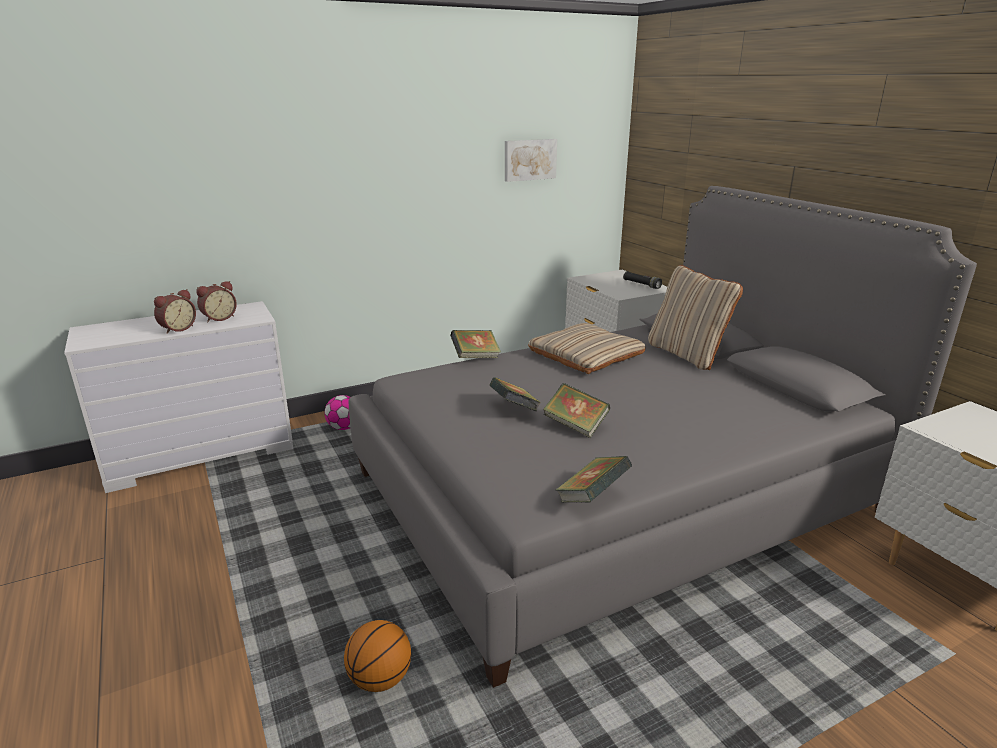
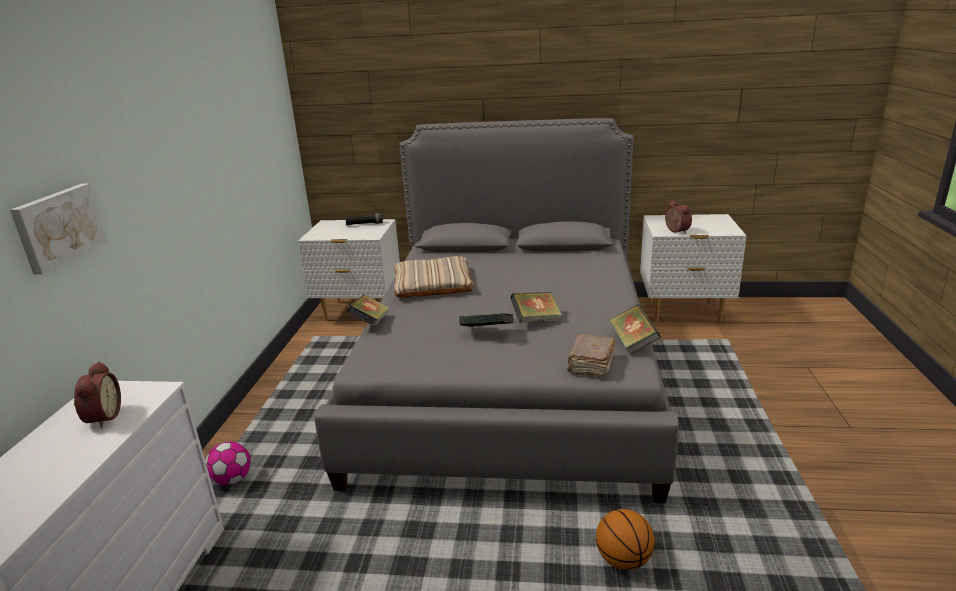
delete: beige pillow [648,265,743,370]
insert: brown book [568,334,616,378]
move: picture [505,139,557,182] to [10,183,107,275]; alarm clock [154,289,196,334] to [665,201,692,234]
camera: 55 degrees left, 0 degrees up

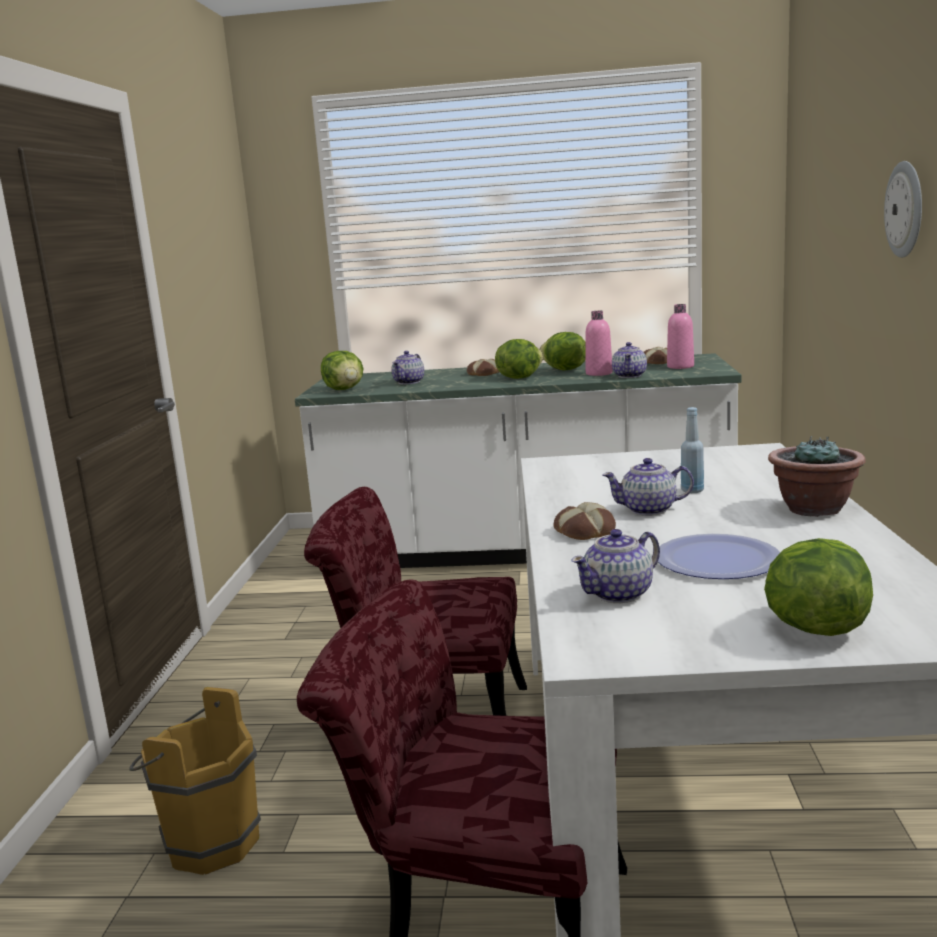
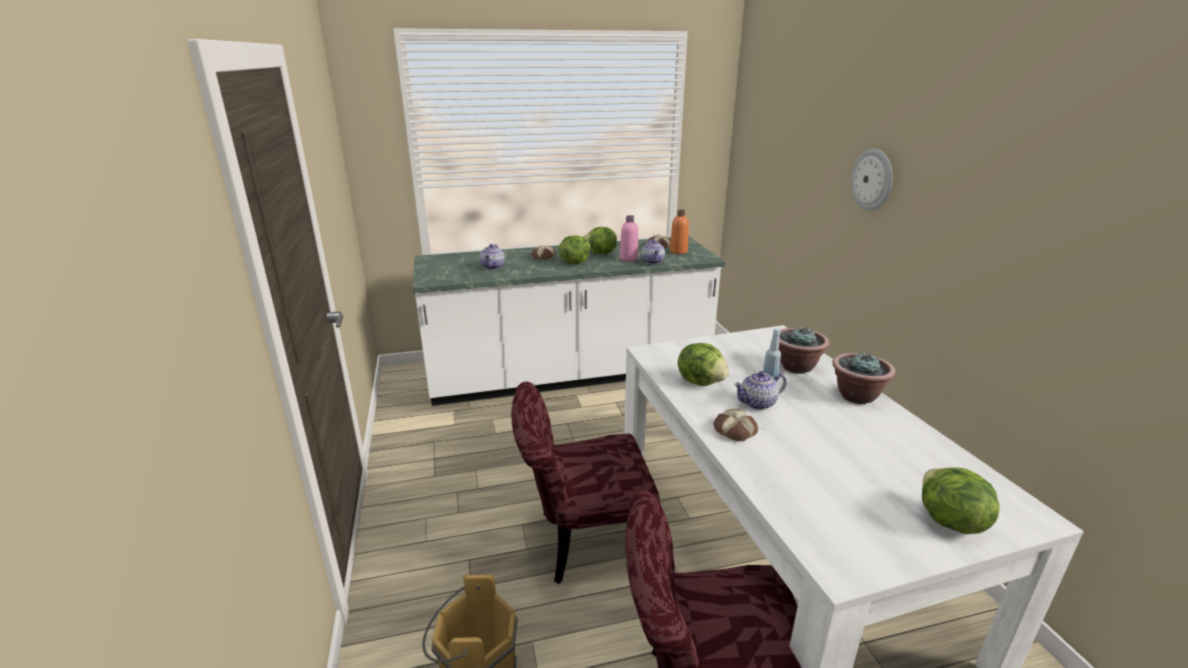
delete: teapot [571,529,660,603]; plate [658,534,780,579]
insert: potted plant [778,326,830,374]
move: lettuce [321,351,363,390] to [678,343,729,386]
recolor: pink bottle [667,304,694,369] to orange bottle [670,210,689,254]
camera: 20 degrees left, 10 degrees up

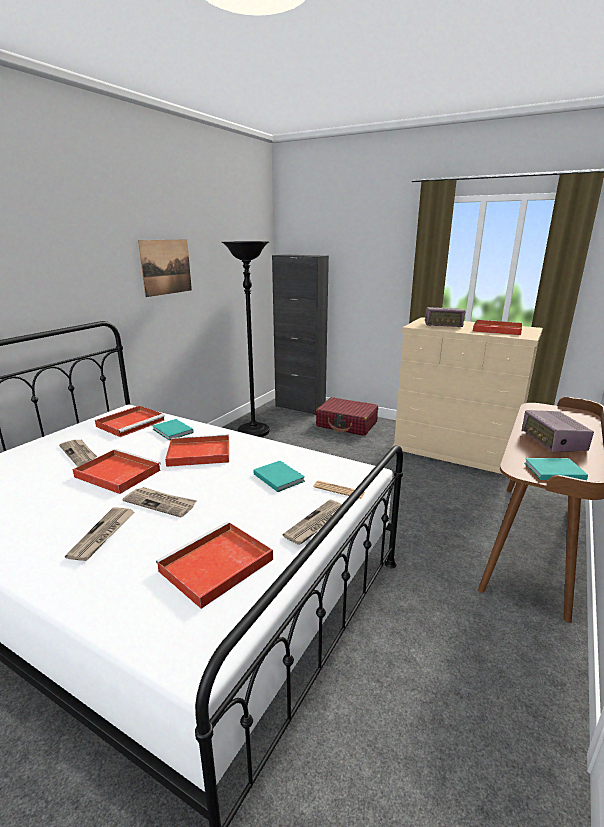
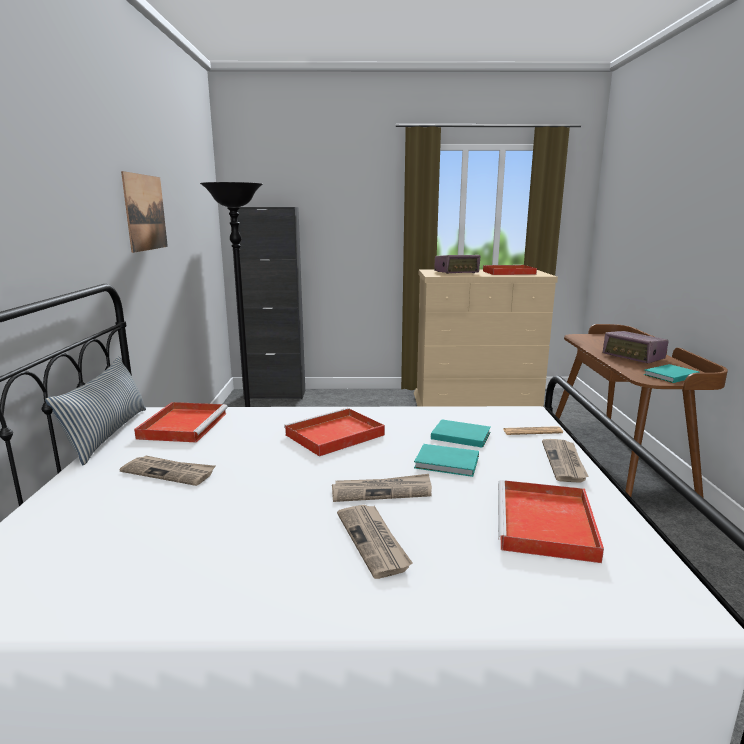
delete: red tray [73,449,161,494]; red suitcase [316,397,378,436]
insert: pillow [45,356,146,465]
move: turquoise book [152,419,194,440] to [414,444,479,477]
camera: 30 degrees left, 5 degrees down

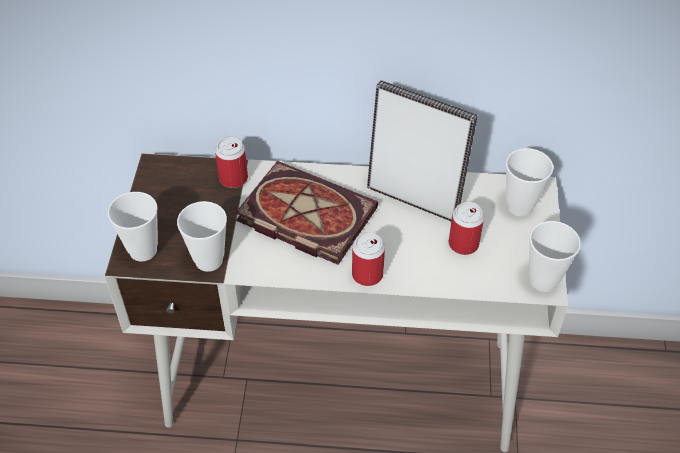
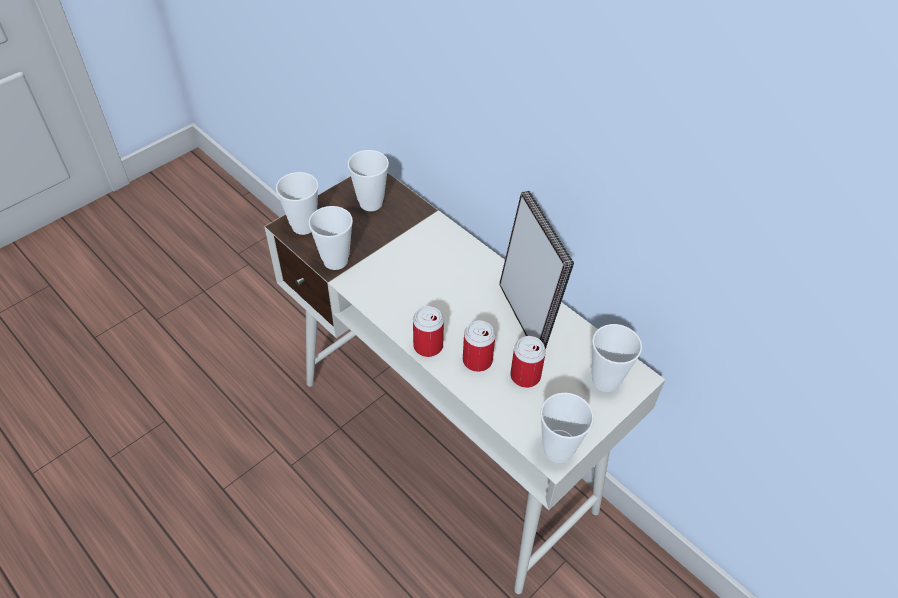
delete: book [235,161,378,265]
insert: cup [348,150,389,211]
move: can [215,137,248,188] to [463,320,496,372]
camera: 40 degrees right, 0 degrees up

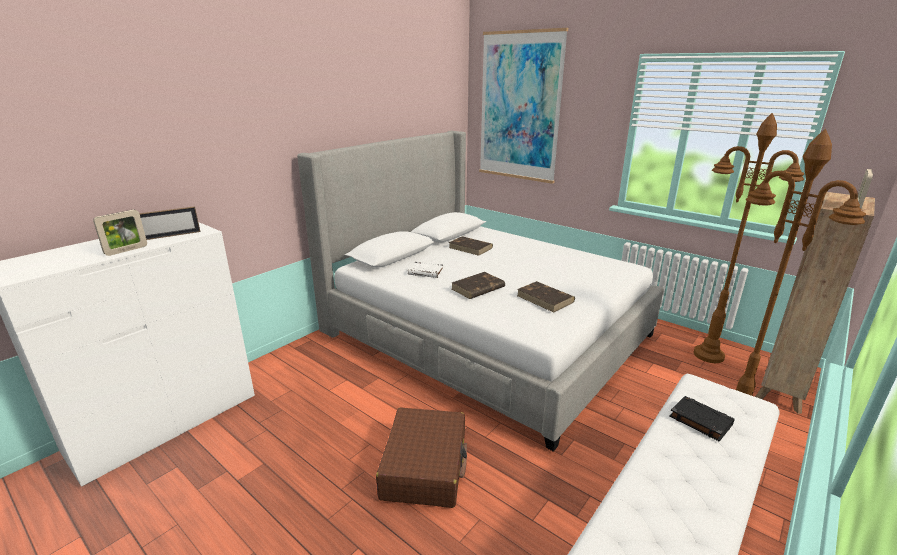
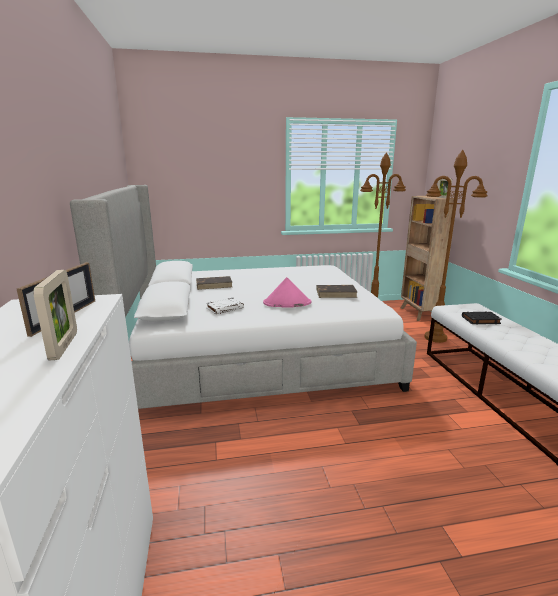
delete: brown suitcase [376,407,467,508]; picture [479,28,568,184]
replace: brown book [452,272,505,299] to pink hat [263,277,312,308]
camera: 50 degrees left, 5 degrees down

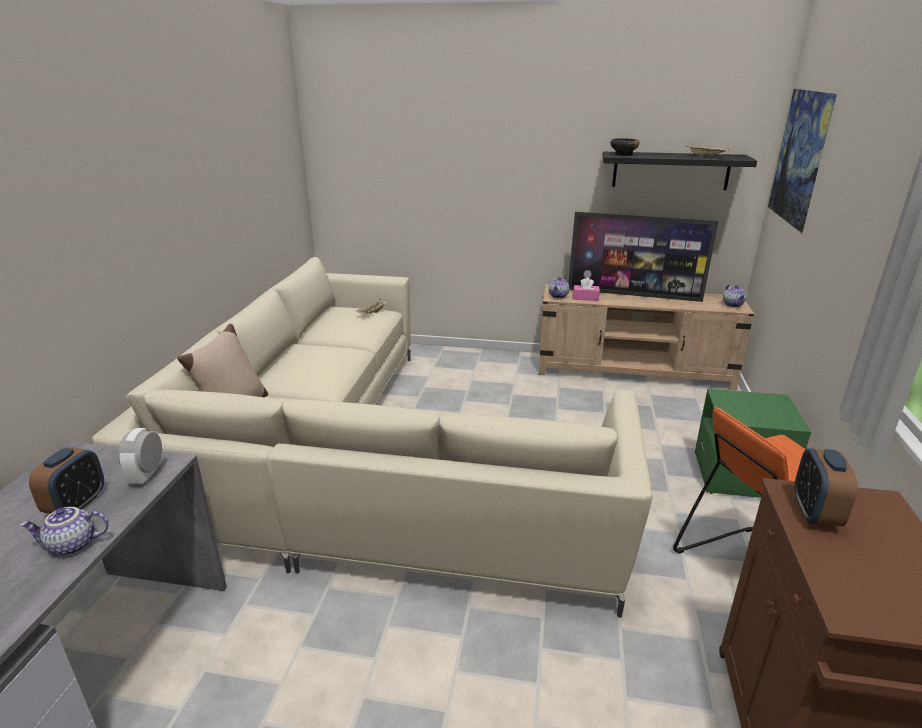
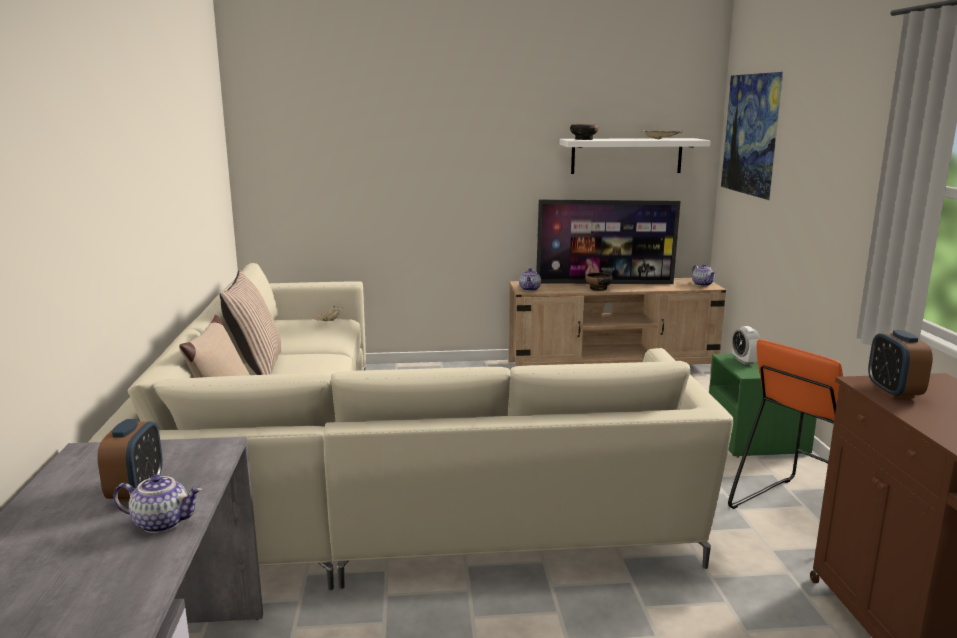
delete: pink tissue box [573,277,600,301]
insert: pillow [220,270,281,375]; bowl [585,272,613,291]
move: alarm clock [118,428,163,484] to [732,326,760,365]
recolor: black shelf [602,152,757,190] to white shelf [559,138,710,174]
rotate: teapot [20,507,109,556] = [113,474,203,533] 150 degrees counterclockwise
camera: 15 degrees left, 10 degrees down

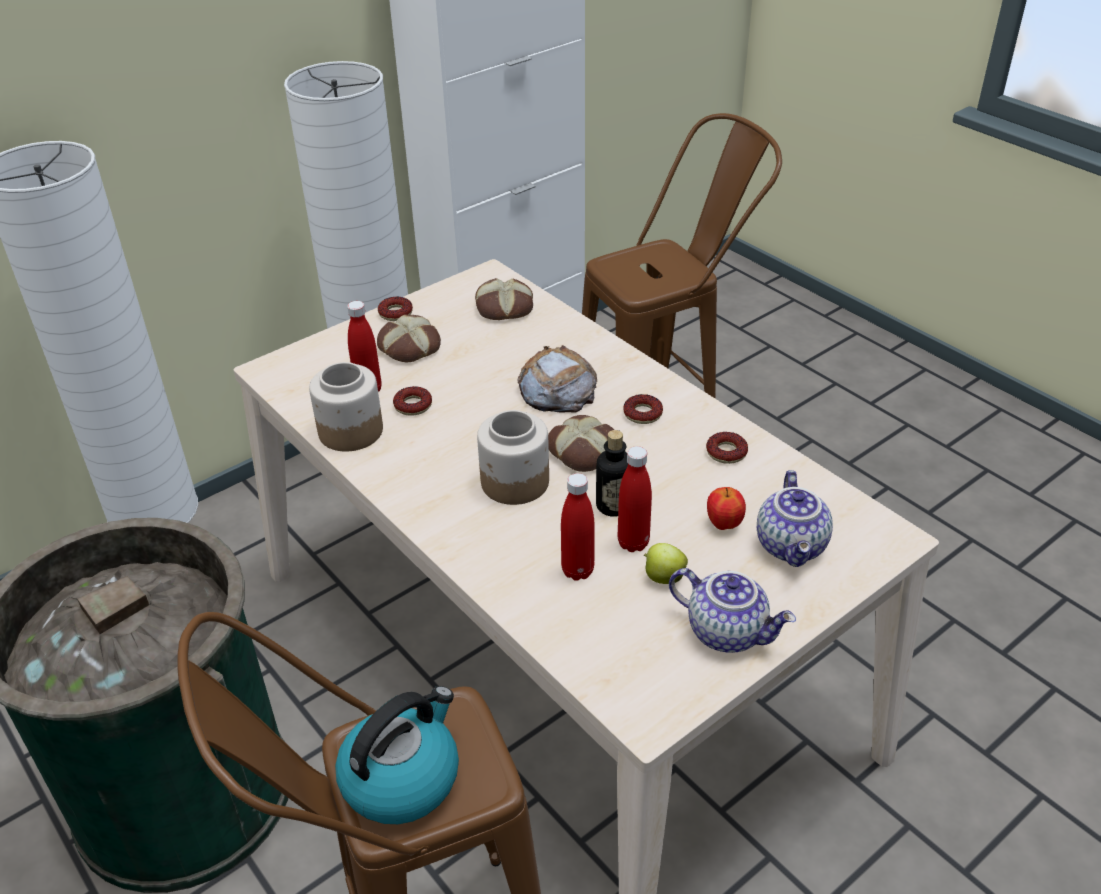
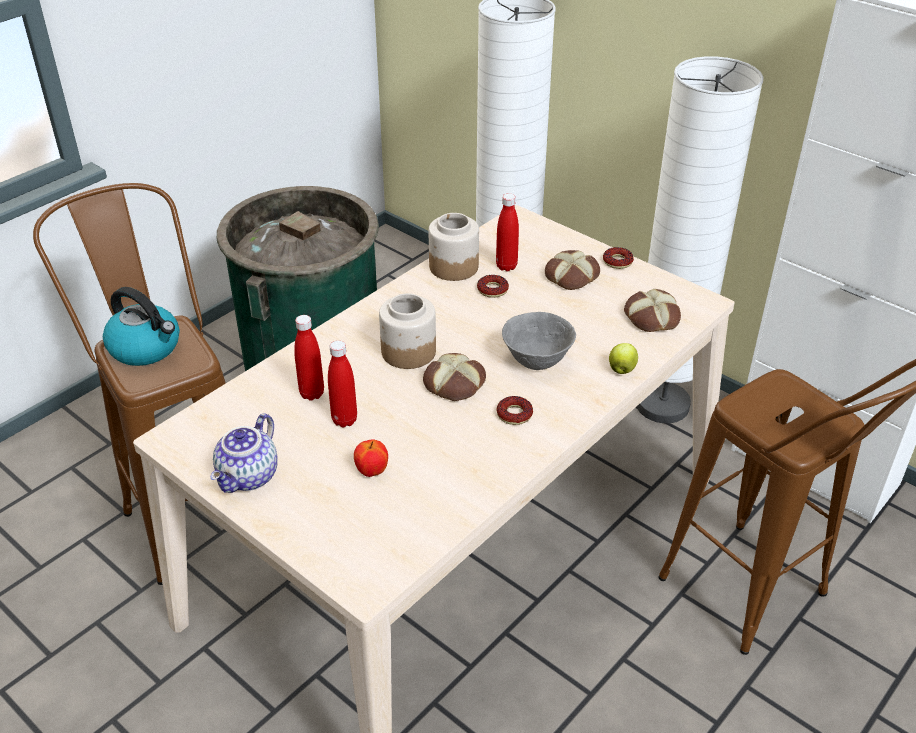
delete: bottle [596,430,628,517]; donut [706,432,748,464]; teapot [757,470,833,567]
move: apple [644,543,688,584] to [609,343,638,374]
replace: bread [517,345,597,412] to grey bowl [502,312,576,370]
camera: 80 degrees right, 0 degrees up

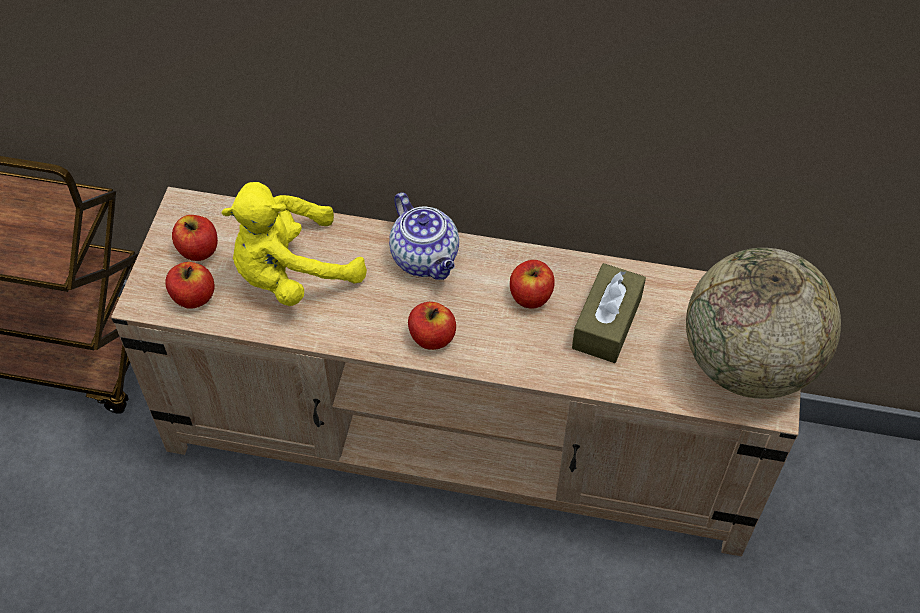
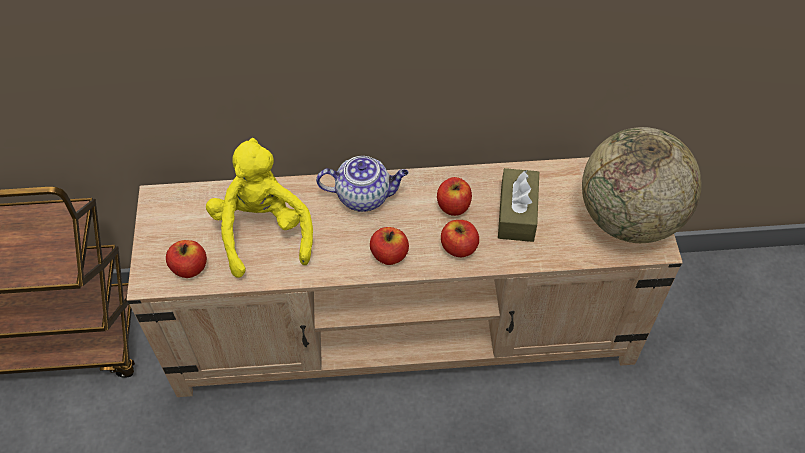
move: apple [172,215,218,261] to [441,220,479,257]
rotate: yellow plush toy [221,182,367,306] = [206,138,313,278] 120 degrees clockwise; teapot [389,192,459,280] = [316,156,409,212] 45 degrees counterclockwise
camera: 15 degrees left, 0 degrees up

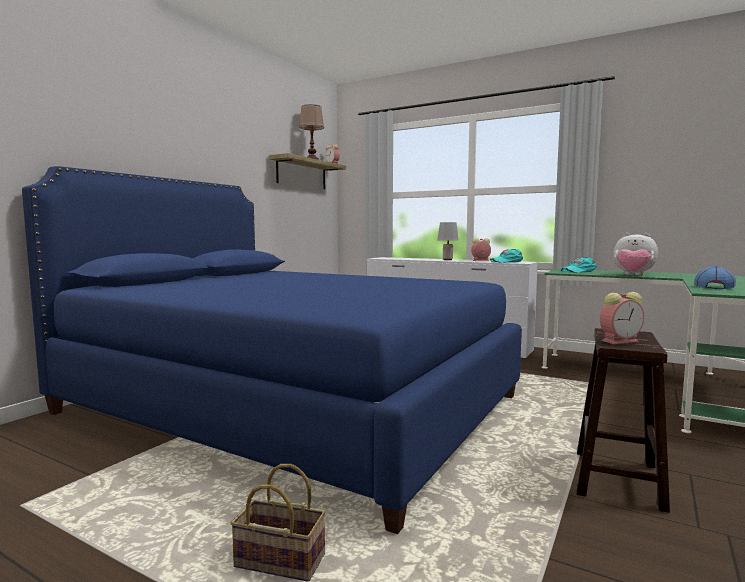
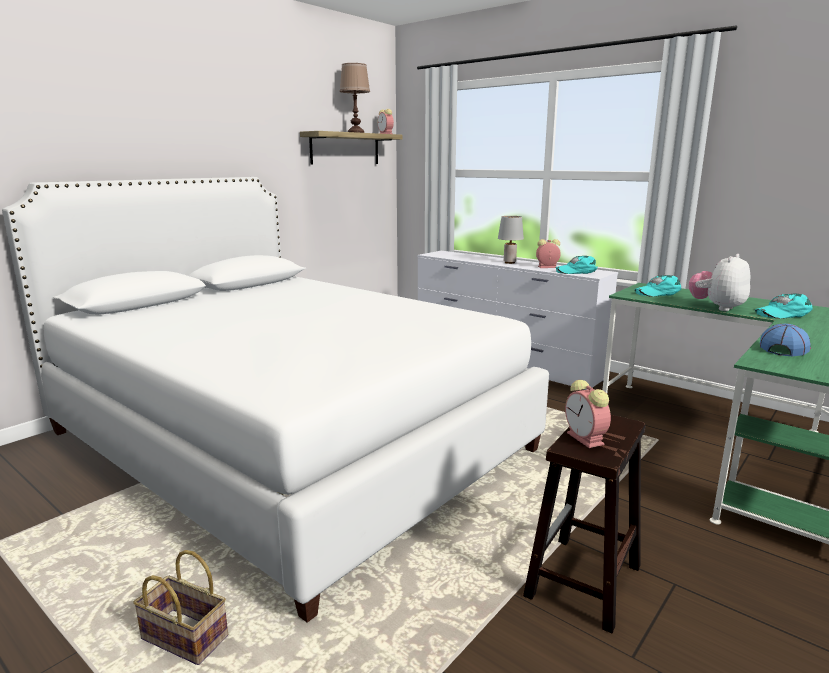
insert: turquoise cap [755,293,813,319]
recolor: blue bed [22,166,522,534] to white bed [2,177,549,623]
rotate: alarm clock [600,292,644,344] = [565,380,611,448] 75 degrees clockwise; plush toy [613,233,658,275] = [689,254,750,311] 90 degrees clockwise
camera: 10 degrees right, 10 degrees up

